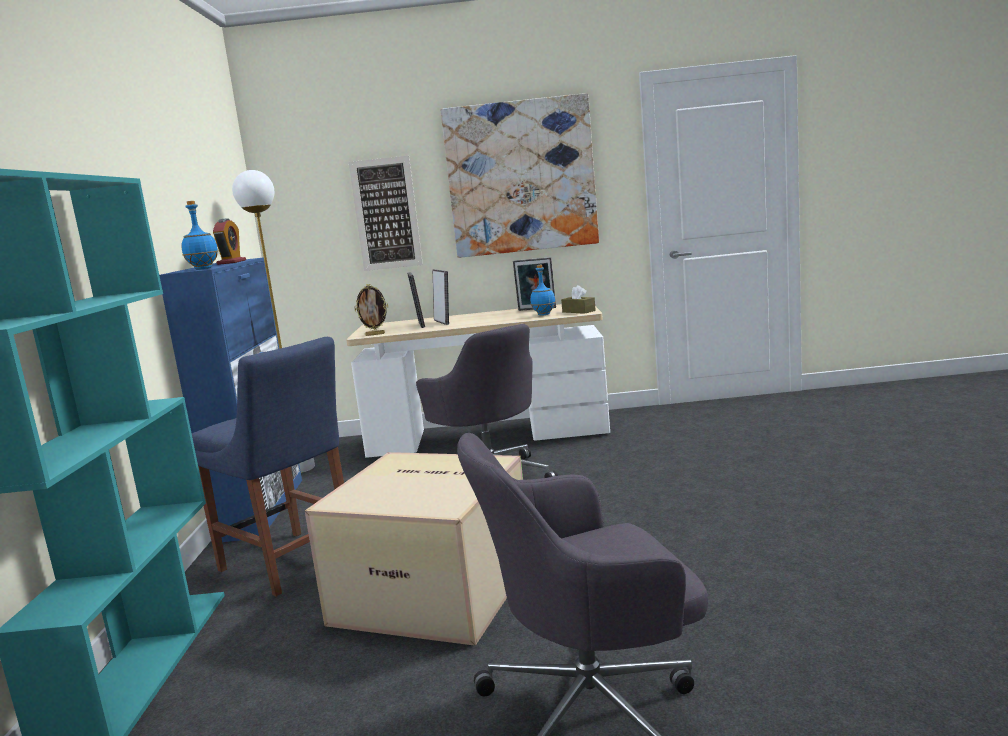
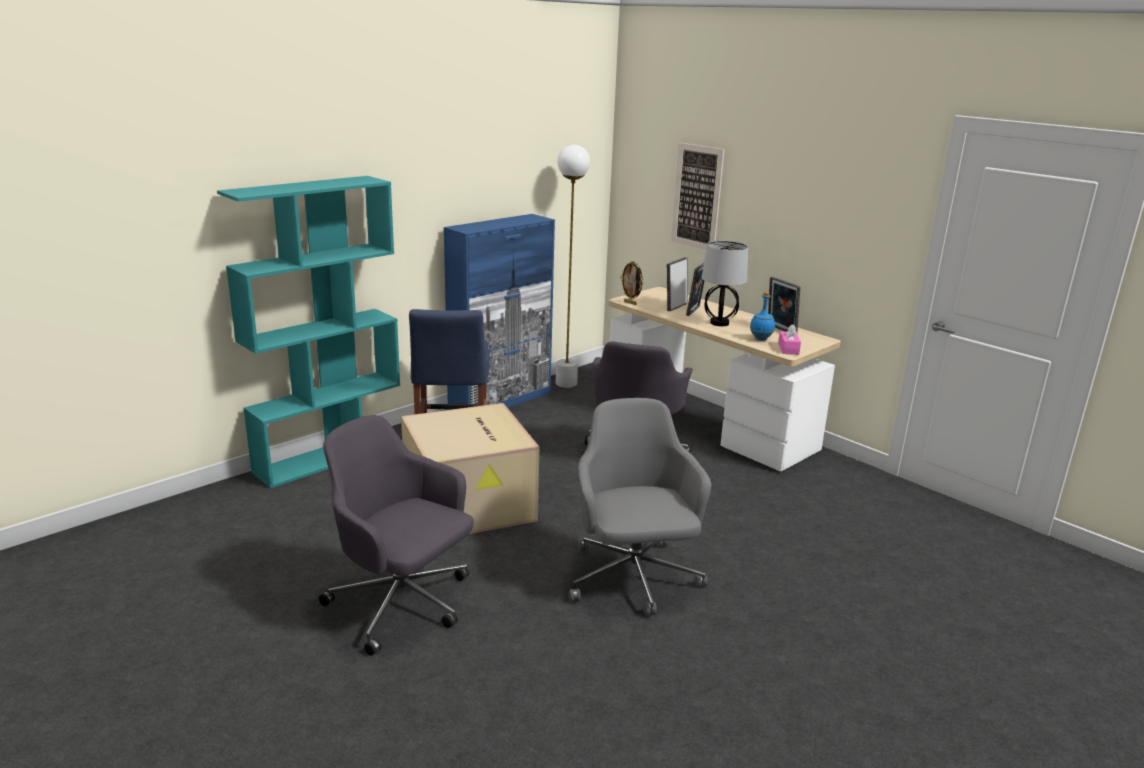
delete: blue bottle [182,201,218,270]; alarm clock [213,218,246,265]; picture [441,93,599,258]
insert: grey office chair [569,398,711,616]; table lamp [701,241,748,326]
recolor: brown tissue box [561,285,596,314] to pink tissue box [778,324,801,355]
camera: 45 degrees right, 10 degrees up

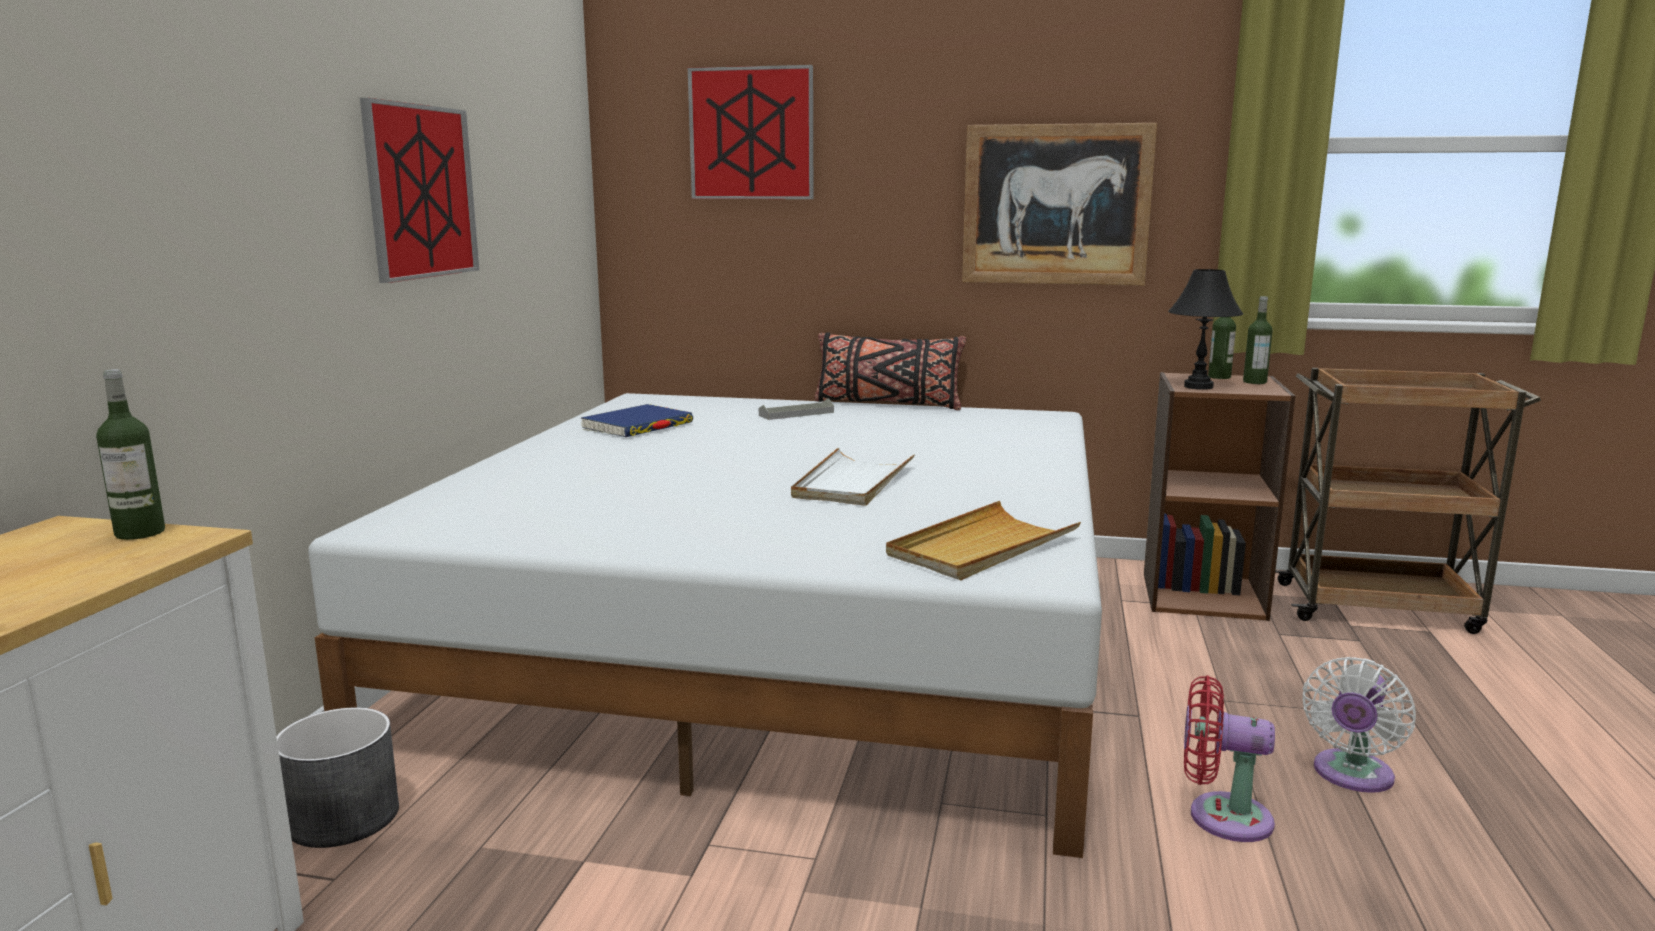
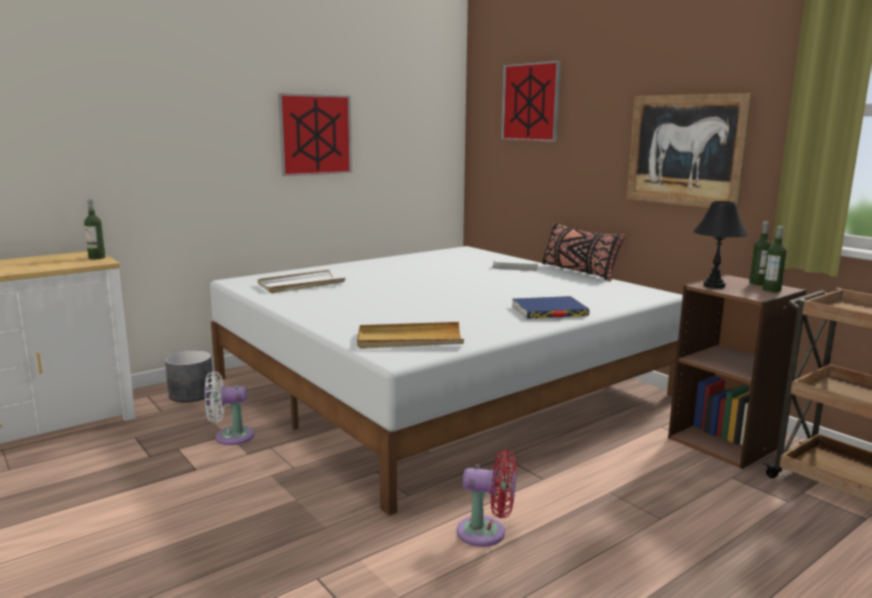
move: white fan [1302,657,1416,793] to [205,371,255,445]; white tray [791,447,915,506] to [258,270,346,293]; blue book [581,404,693,437] to [512,296,589,319]
rotate: red fan [1184,675,1275,842] = [457,450,517,547] 135 degrees clockwise
camera: 40 degrees right, 0 degrees up

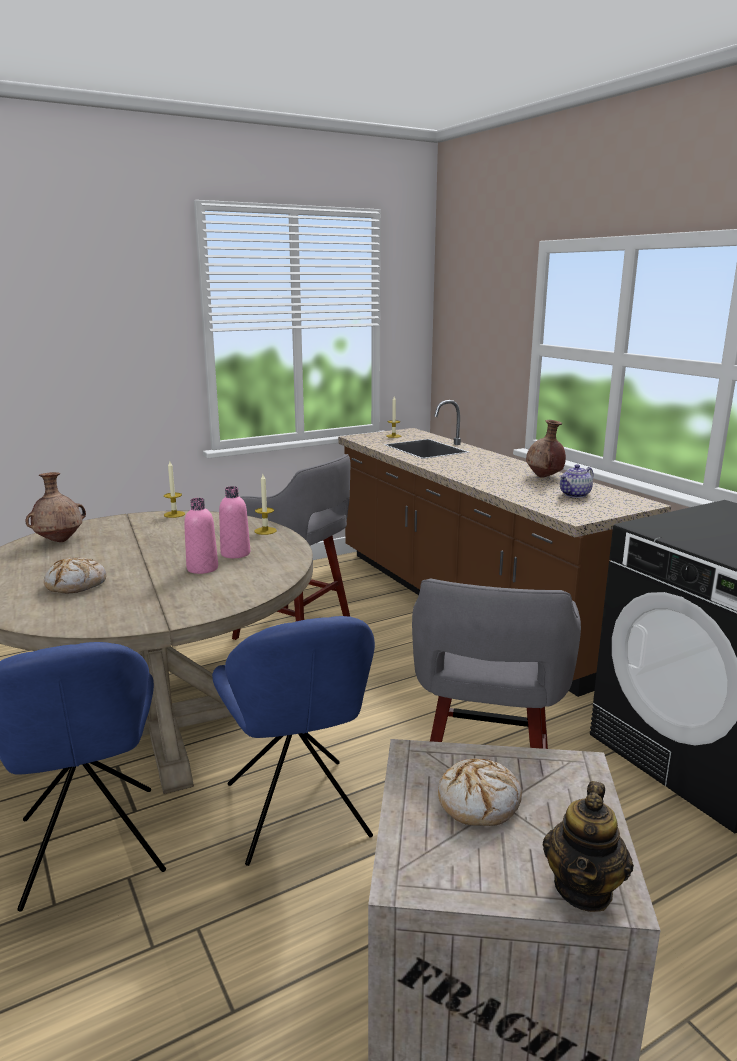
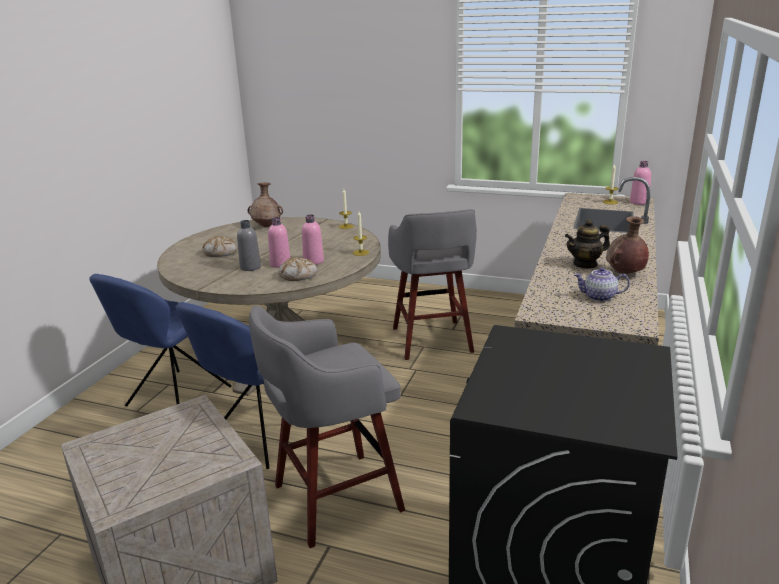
insert: grey bottle [237,220,261,271]; pink bottle [630,161,651,205]
move: bread [438,758,522,826] to [278,257,317,281]; teapot [543,781,634,912] to [565,219,610,269]
camera: 50 degrees right, 5 degrees up

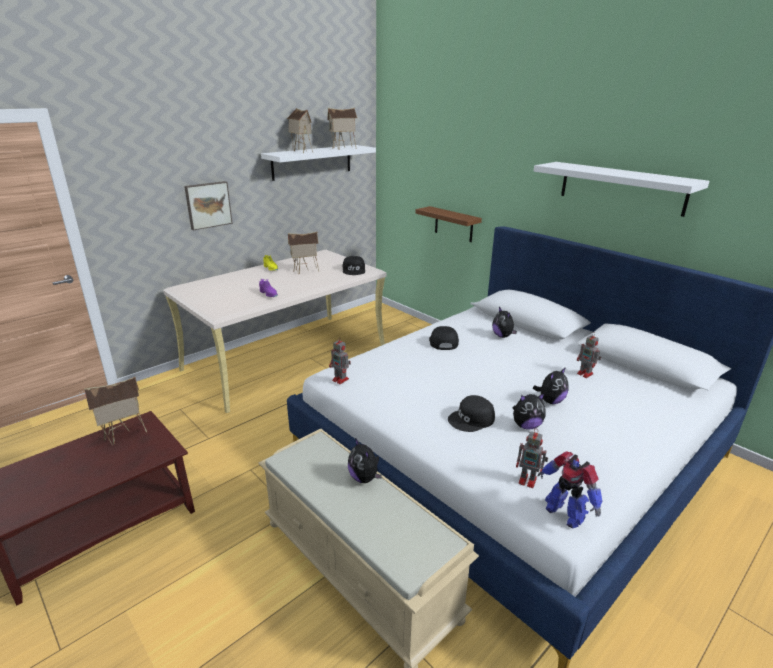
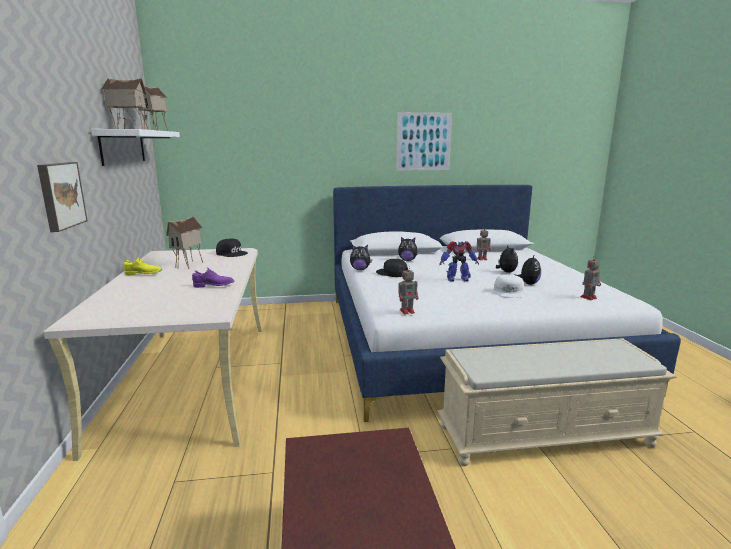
delete: toy house [84,377,147,445]; brown shelf [415,206,482,242]
move: plush toy [348,438,382,483] to [350,245,372,270]; toy robot [537,451,603,528] to [439,241,479,282]
replace: white shelf [534,162,710,217] to picture [396,112,452,171]
recolor: black cap [448,395,495,432] to white cap [494,274,525,298]
camera: 55 degrees left, 10 degrees down

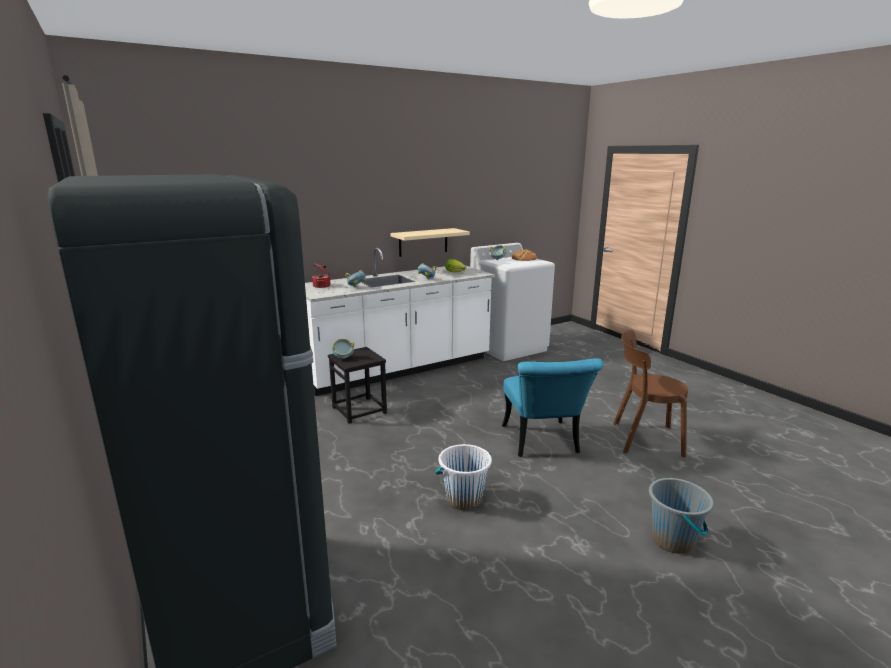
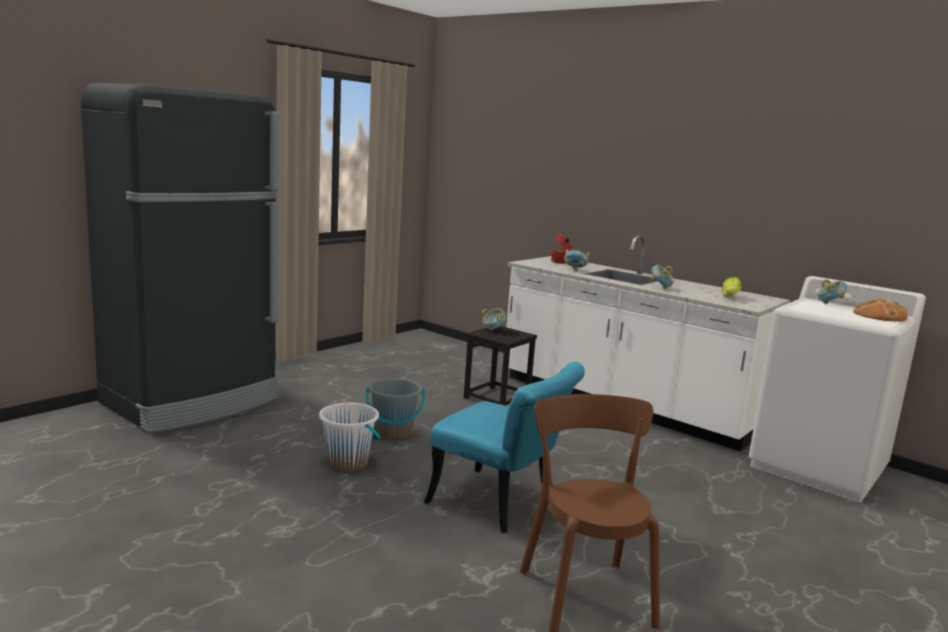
delete: beige shelf [391,228,470,257]
move: grey bucket [649,477,714,554] to [366,378,425,440]
rotate: turquoise chair [502,358,603,457] = [424,362,585,533] 120 degrees counterclockwise
camera: 70 degrees right, 5 degrees down

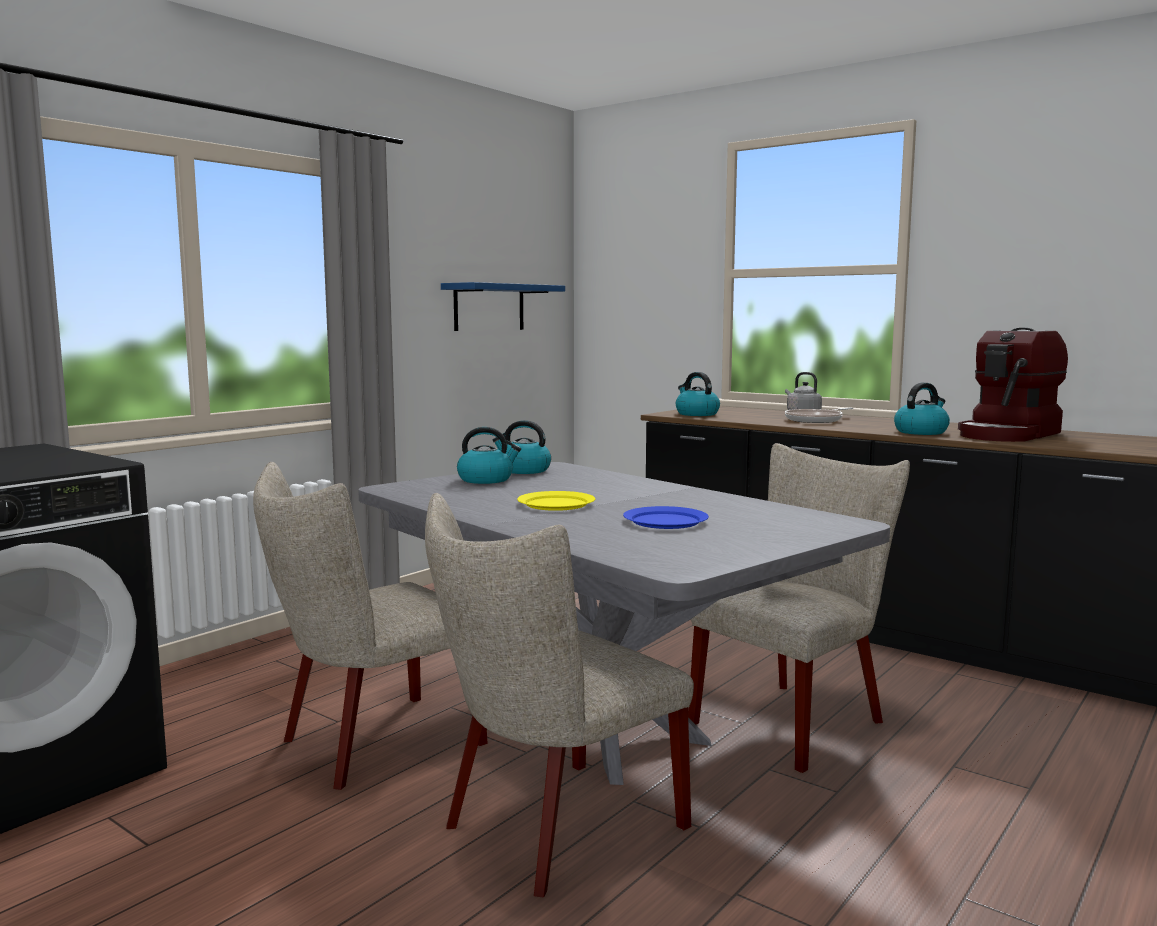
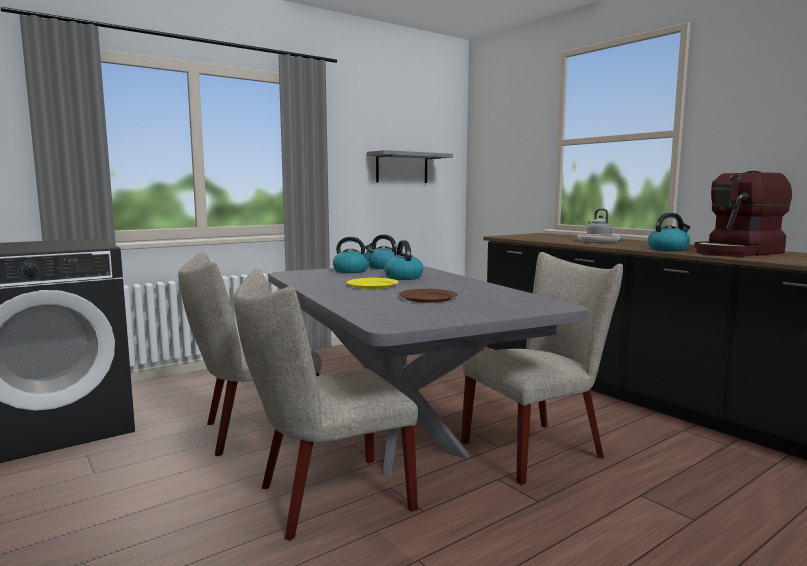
move: kettle [676,372,720,416] to [384,240,424,280]
recolor: blue shelf [441,282,565,331] to grey shelf [367,150,453,183]; blue plate [623,506,709,529] to brown plate [399,289,458,303]
camera: 15 degrees right, 0 degrees up

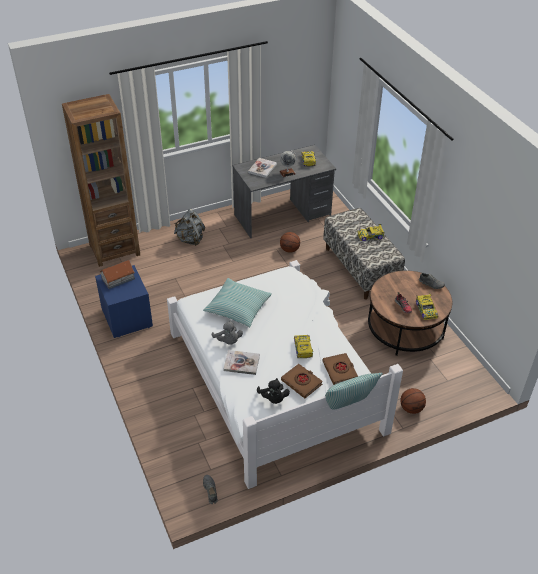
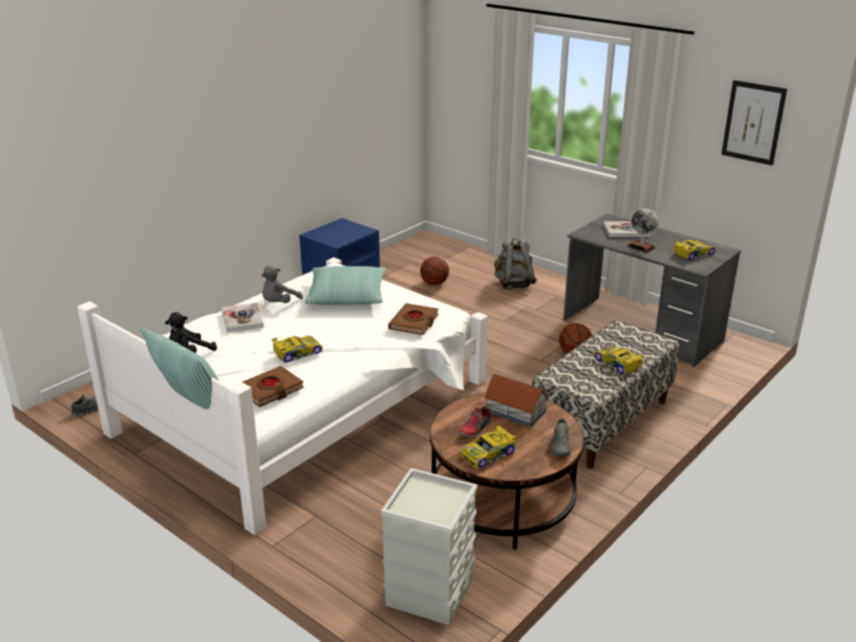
delete: brown bookcase [62,94,140,267]
insert: grey storage box [381,468,477,625]; picture [721,80,787,166]
move: brown book [281,364,323,398] to [388,303,439,335]; basketball [400,388,426,414] to [420,257,449,285]; toy house [100,260,135,289] to [484,374,549,427]
camera: 65 degrees right, 15 degrees down

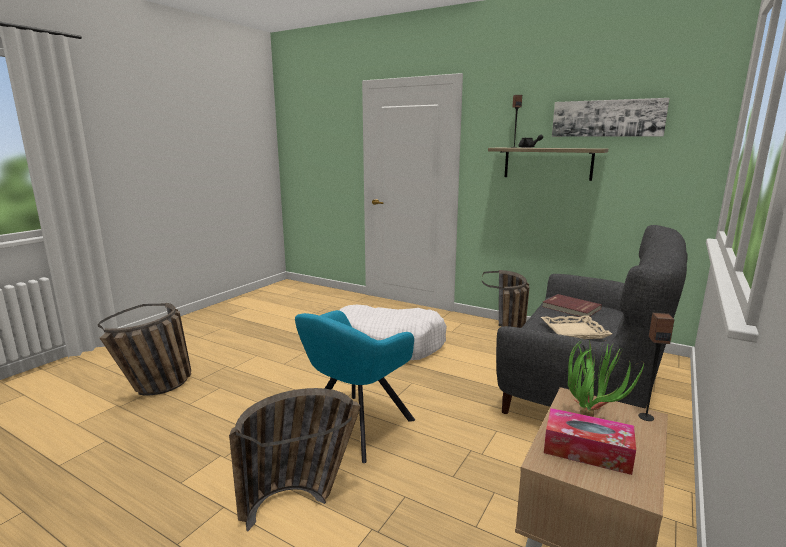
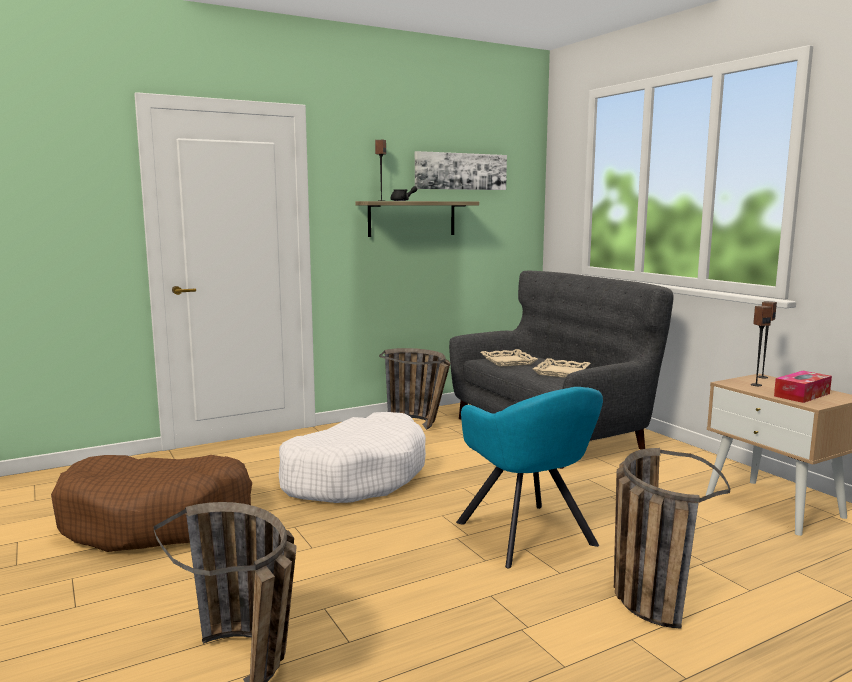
insert: brown dog bed [51,455,252,552]
replace: red book [542,294,602,318] to beige tray [481,349,538,367]; potted plant [568,338,644,417] to speaker [751,306,772,386]
camera: 60 degrees left, 5 degrees down

